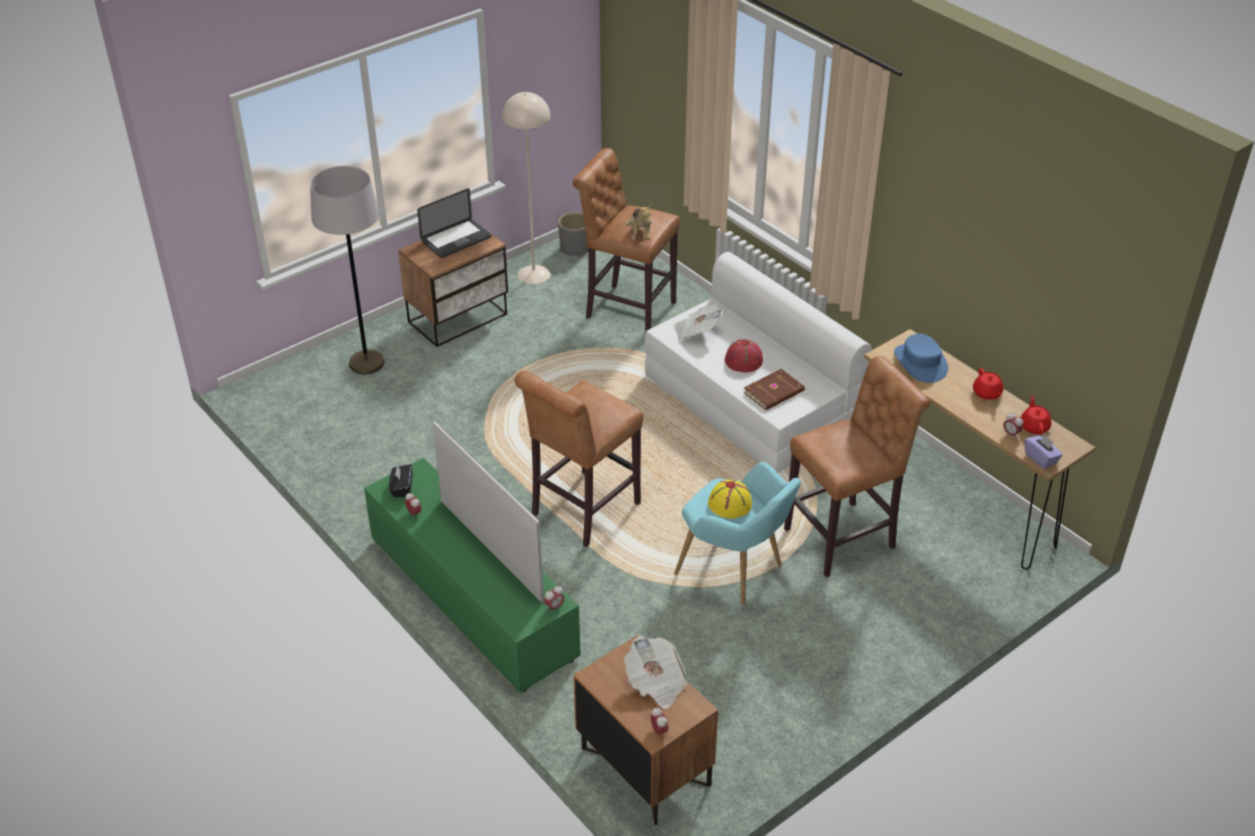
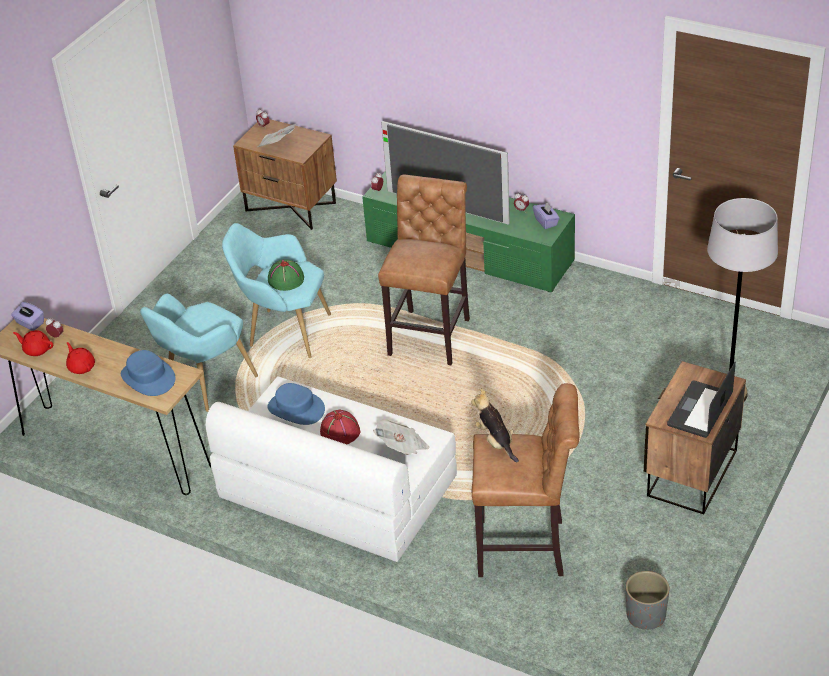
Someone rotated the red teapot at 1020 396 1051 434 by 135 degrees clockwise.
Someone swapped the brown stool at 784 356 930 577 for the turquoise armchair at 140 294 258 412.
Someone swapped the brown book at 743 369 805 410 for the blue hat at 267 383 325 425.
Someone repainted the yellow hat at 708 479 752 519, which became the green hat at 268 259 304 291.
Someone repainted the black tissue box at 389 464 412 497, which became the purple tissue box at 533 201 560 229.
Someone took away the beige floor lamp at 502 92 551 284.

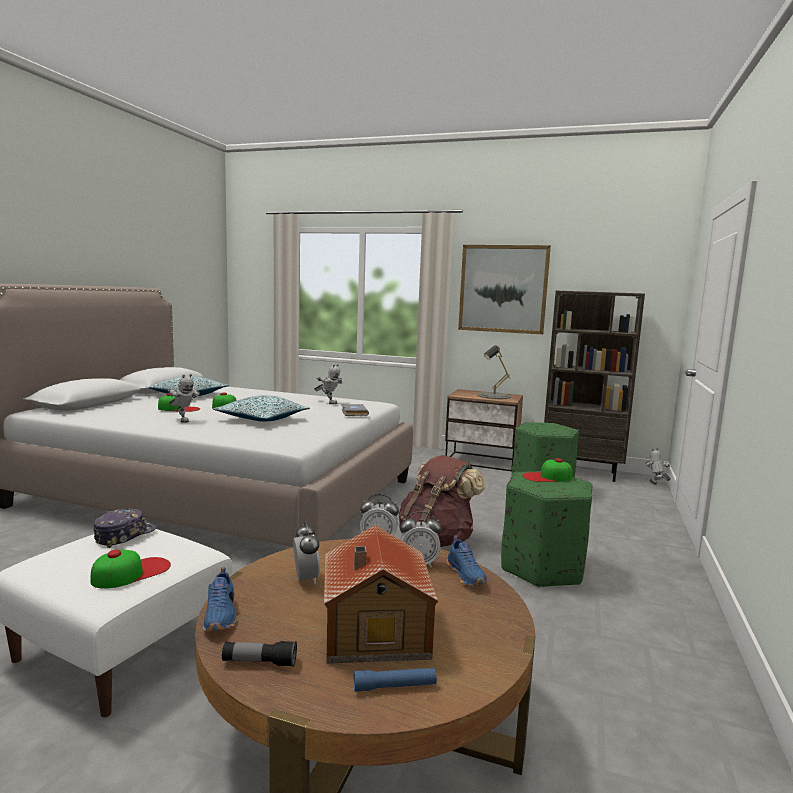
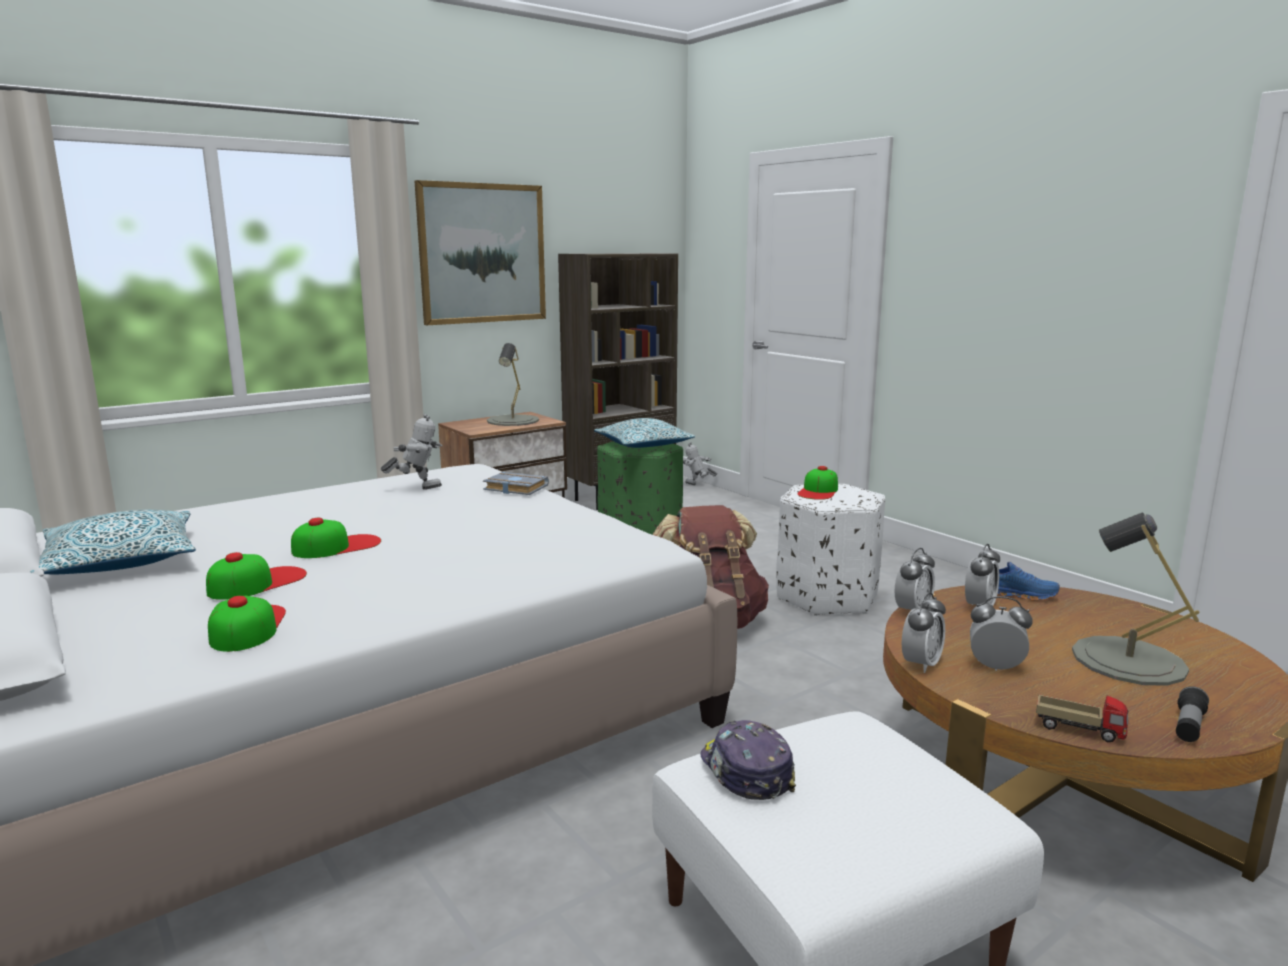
Someone carried the cap from 91 549 171 588 to 208 596 286 652.
Someone carried the pillow from 213 395 310 422 to 594 418 695 448.
Someone repainted the green ottoman at 501 471 592 588, which became the white ottoman at 776 484 885 616.
Someone put down the alarm clock at 902 592 946 673.
Someone swapped the blue shoe at 203 567 237 632 for the toy truck at 1036 695 1128 742.
Someone swapped the toy house at 324 525 438 664 for the grey table lamp at 1072 512 1200 686.
Someone took away the toy robot at 168 374 200 423.
Someone took away the blue flashlight at 354 668 437 692.

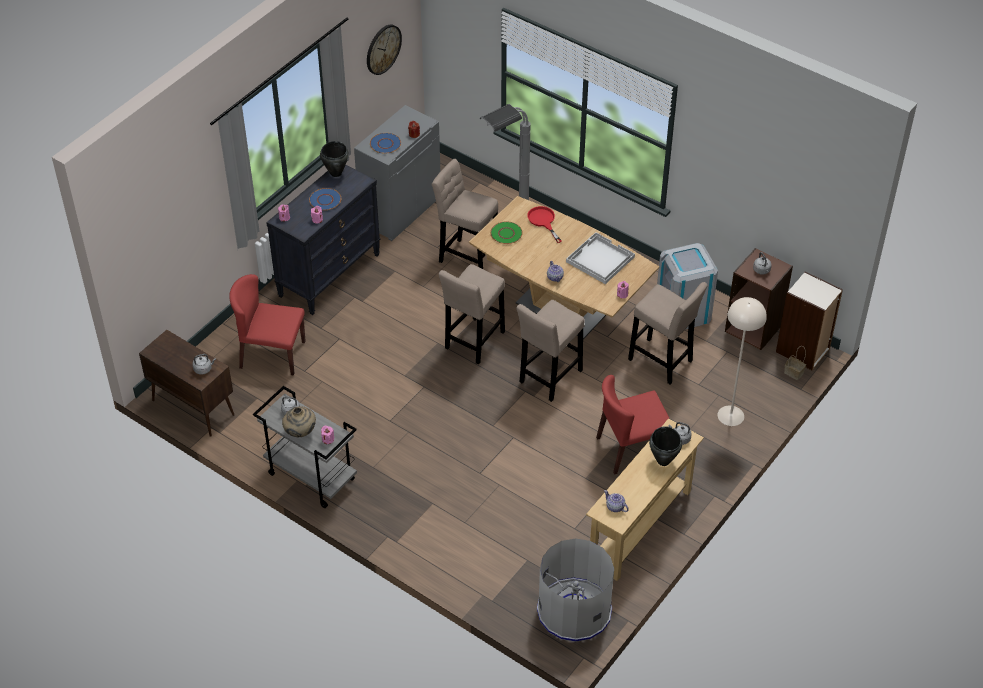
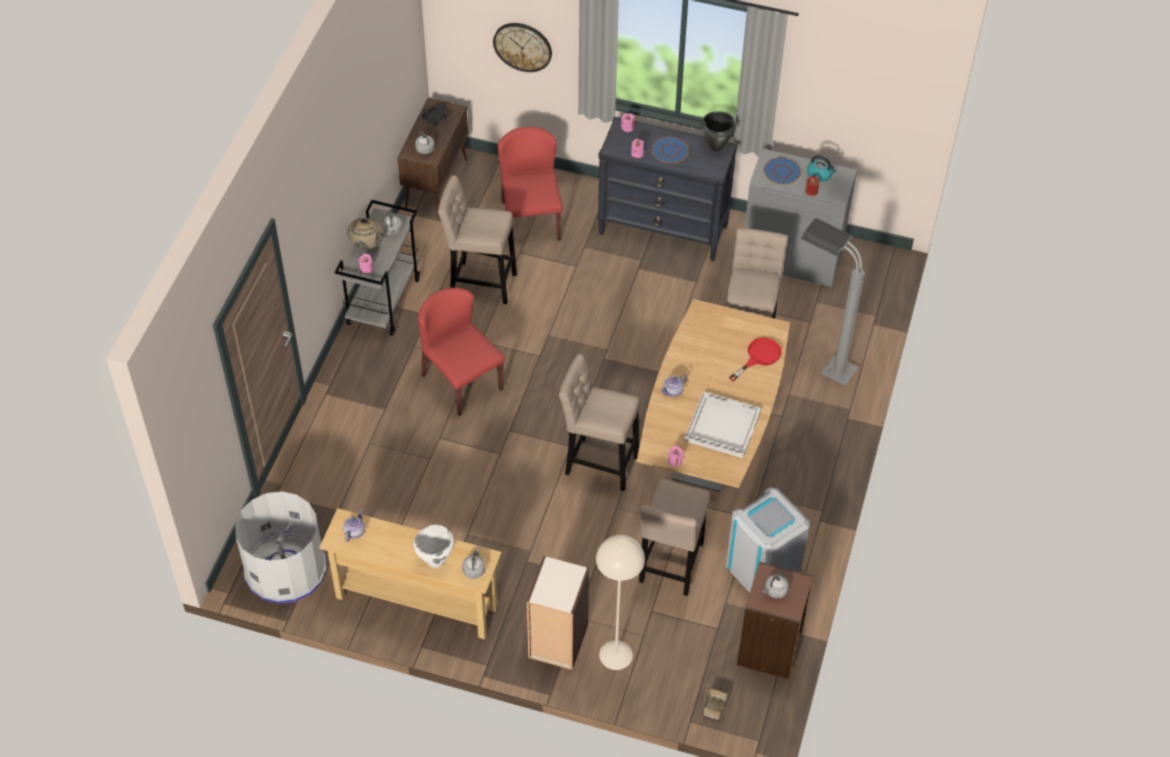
Someone repainted the black cooking pot at 649 426 682 466, which became the white cooking pot at 414 525 454 568.
Someone carried the red chair from 596 375 670 475 to 418 287 505 416.
Someone put down the black tray at 420 103 450 127.
Someone carried the beige stool from 439 264 505 365 to 438 175 517 304.
Someone carried the wall clock from 367 25 402 75 to 493 23 552 72.
Someone carried the bookcase from 776 271 843 370 to 527 556 589 670.
Someone put down the kettle at 807 155 837 182.
Someone took away the green plate at 490 221 523 244.

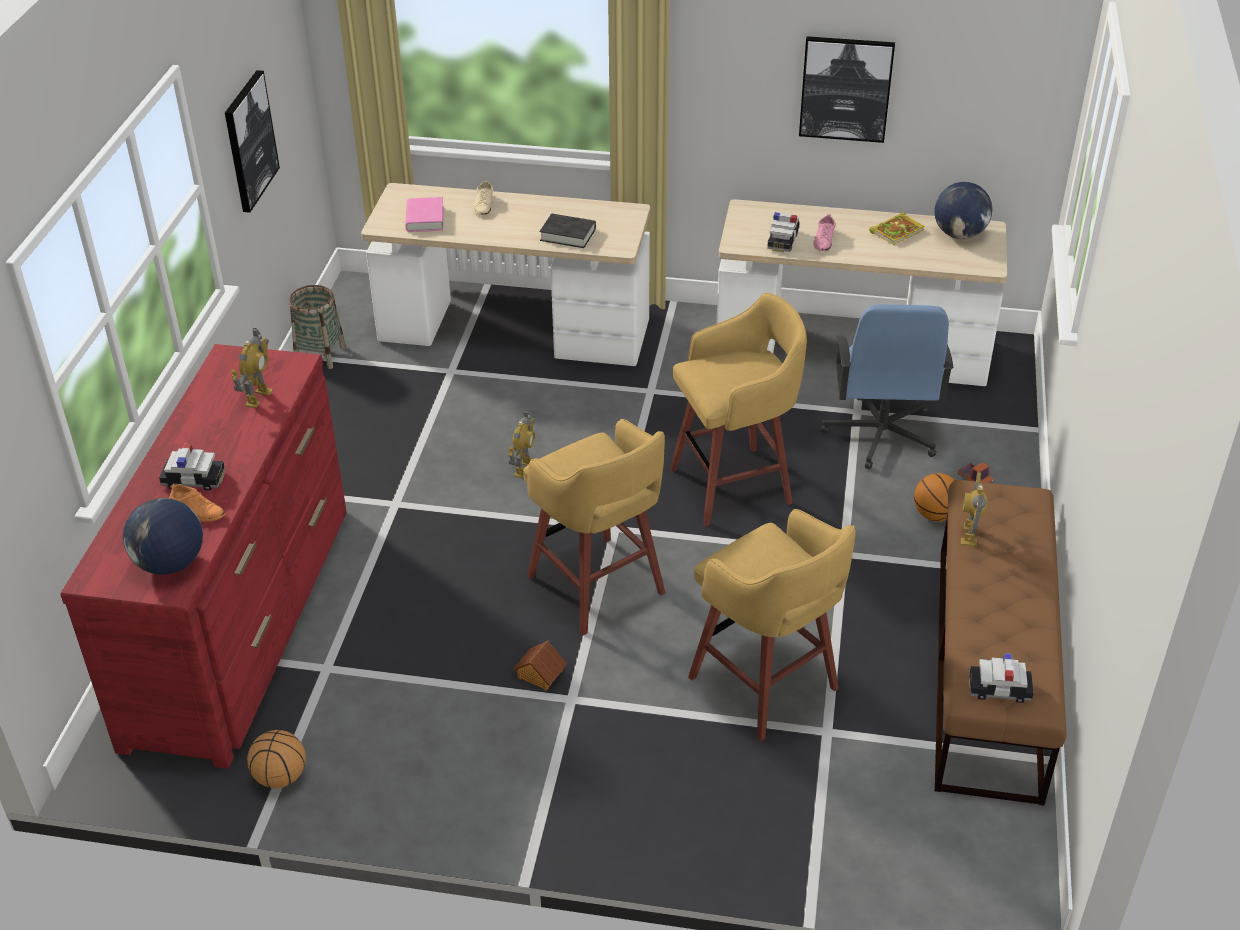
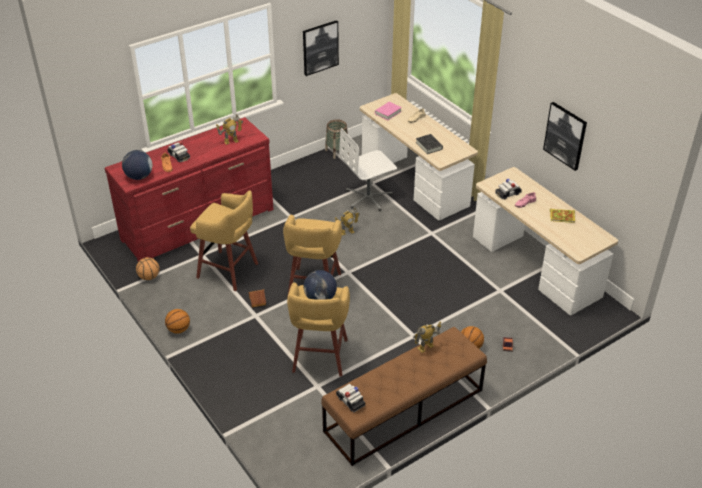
Someone put down the basketball at 165 309 190 334.
Someone carried the yellow stool from 670 293 807 526 to 190 190 258 291.
Someone carried the globe from 934 182 992 239 to 303 270 337 300.
Someone put down the white office chair at 339 128 397 211.
Someone took away the blue office chair at 821 305 954 469.

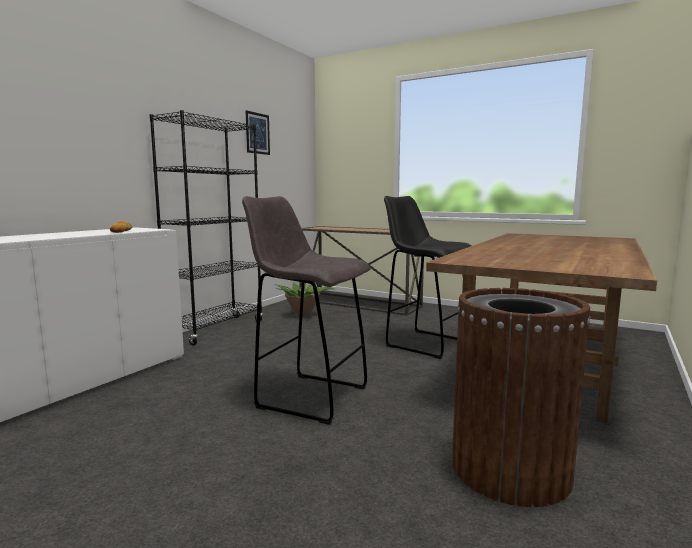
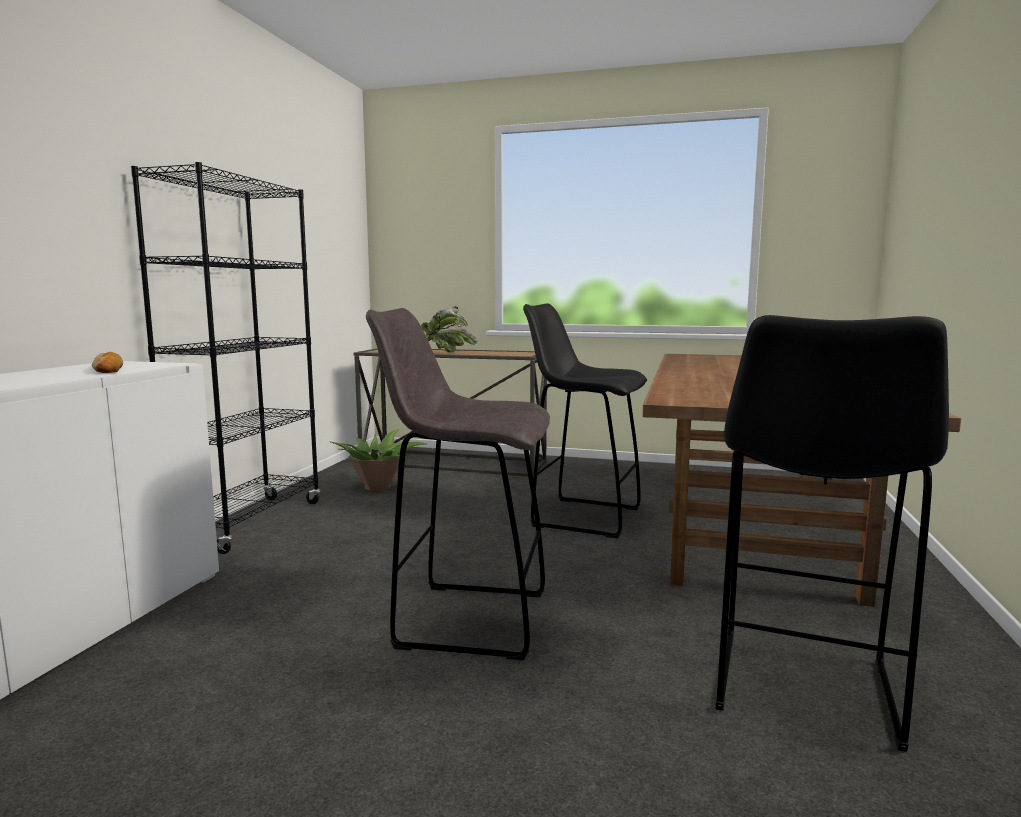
Someone put down the potted plant at 421 306 478 352.
Someone swapped the brown trash can at 452 288 590 507 for the black stool at 716 315 949 752.
Someone took away the picture at 246 110 270 155.

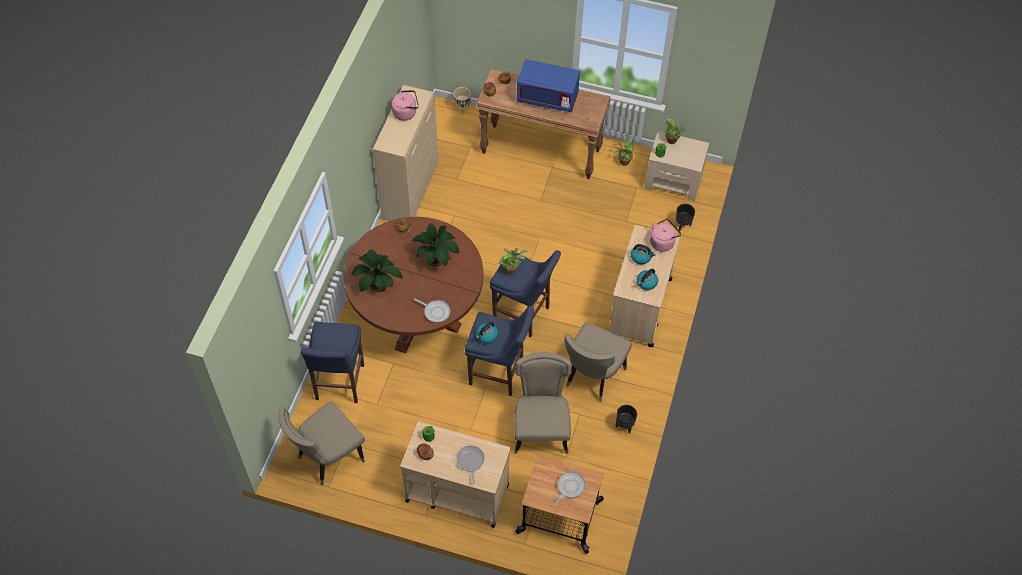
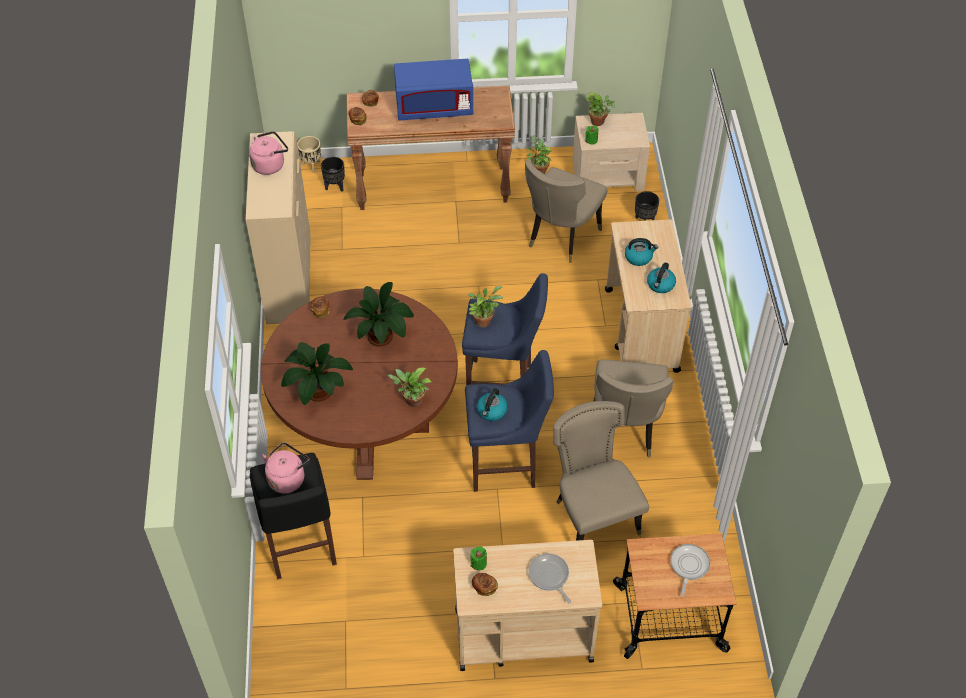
Someone repainted the blue stool at 301 322 364 403, which became the black stool at 250 453 337 579.
Someone carried the pink kettle from 650 219 681 252 to 262 442 309 493.
Someone carried the black planter from 616 405 637 433 to 321 157 345 192.
Someone swapped the frying pan at 414 298 451 323 for the potted plant at 387 368 432 407.
Someone carried the beige chair from 278 401 365 486 to 525 160 607 263.

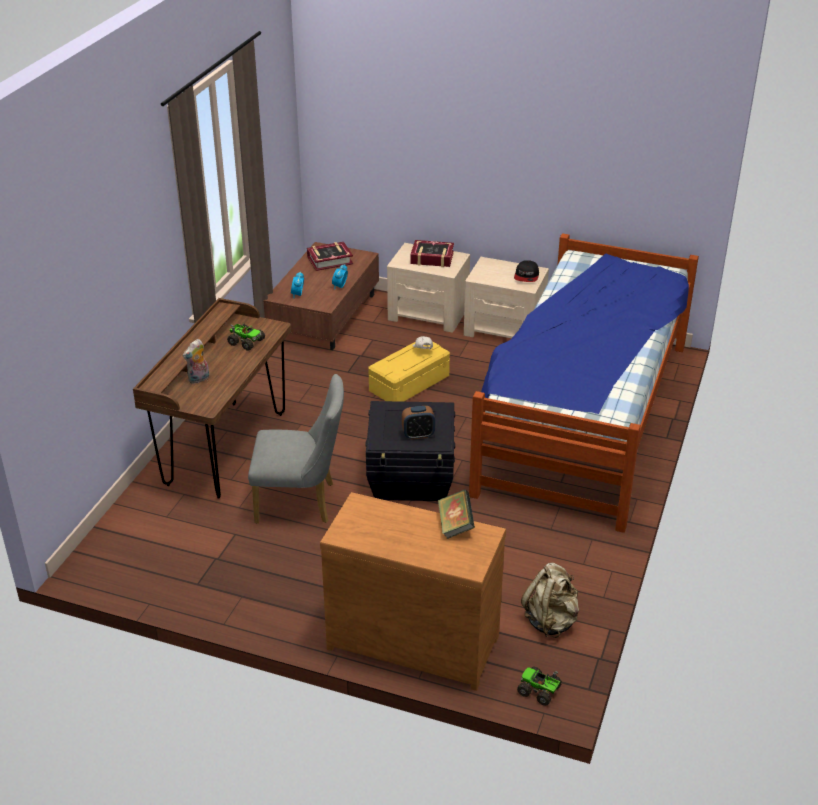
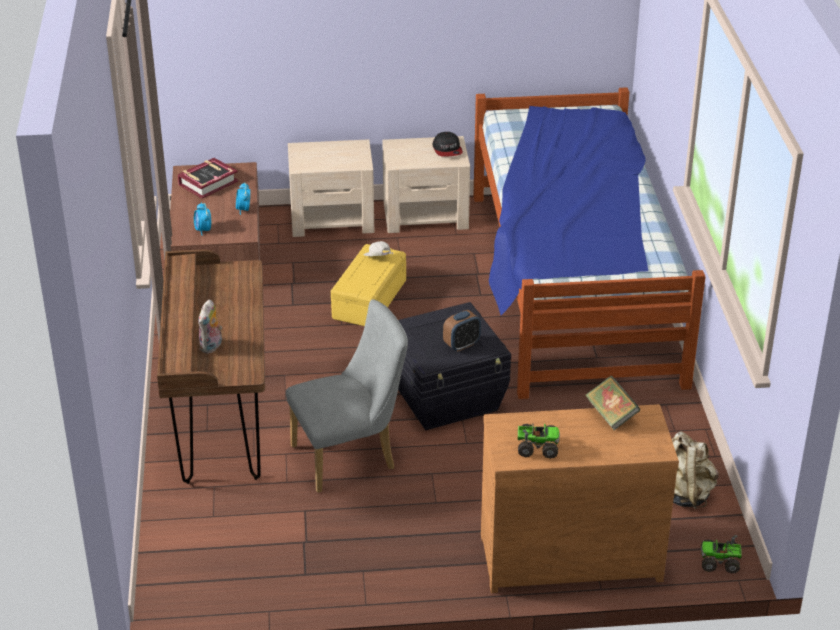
Someone carried the toy truck from 227 324 265 351 to 518 423 560 459.
Someone took away the book at 410 240 454 267.

